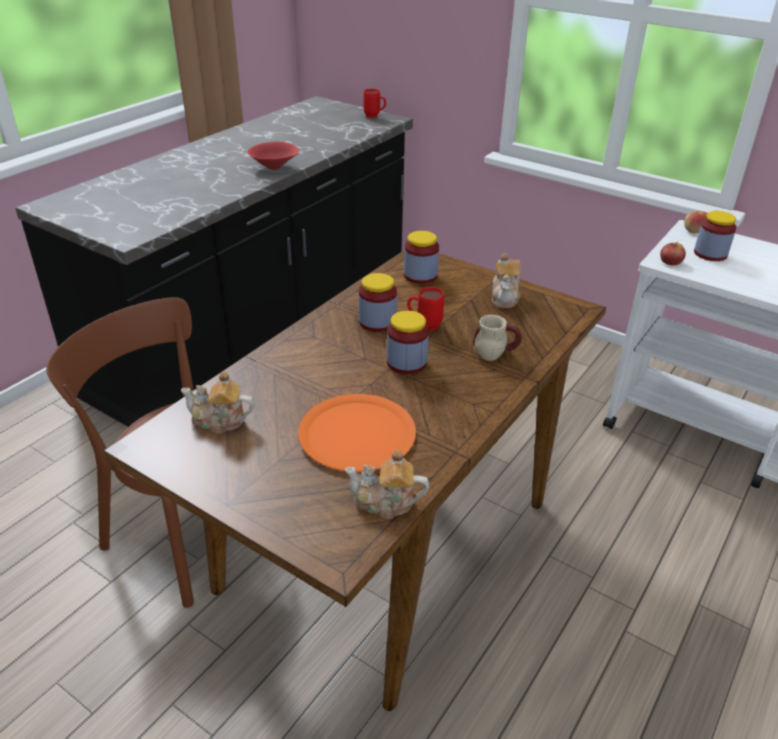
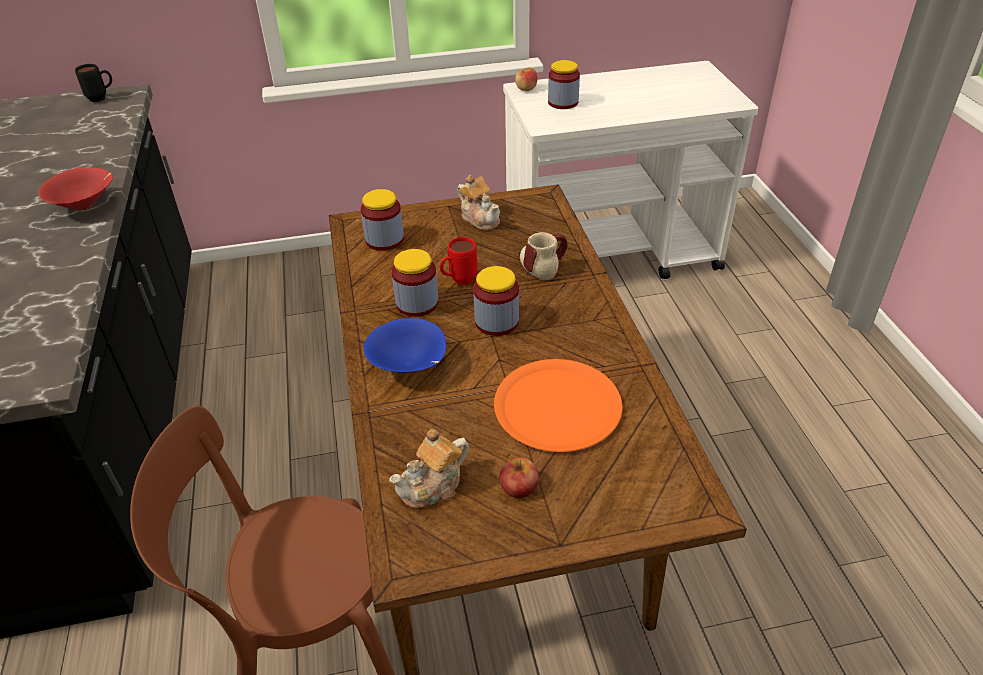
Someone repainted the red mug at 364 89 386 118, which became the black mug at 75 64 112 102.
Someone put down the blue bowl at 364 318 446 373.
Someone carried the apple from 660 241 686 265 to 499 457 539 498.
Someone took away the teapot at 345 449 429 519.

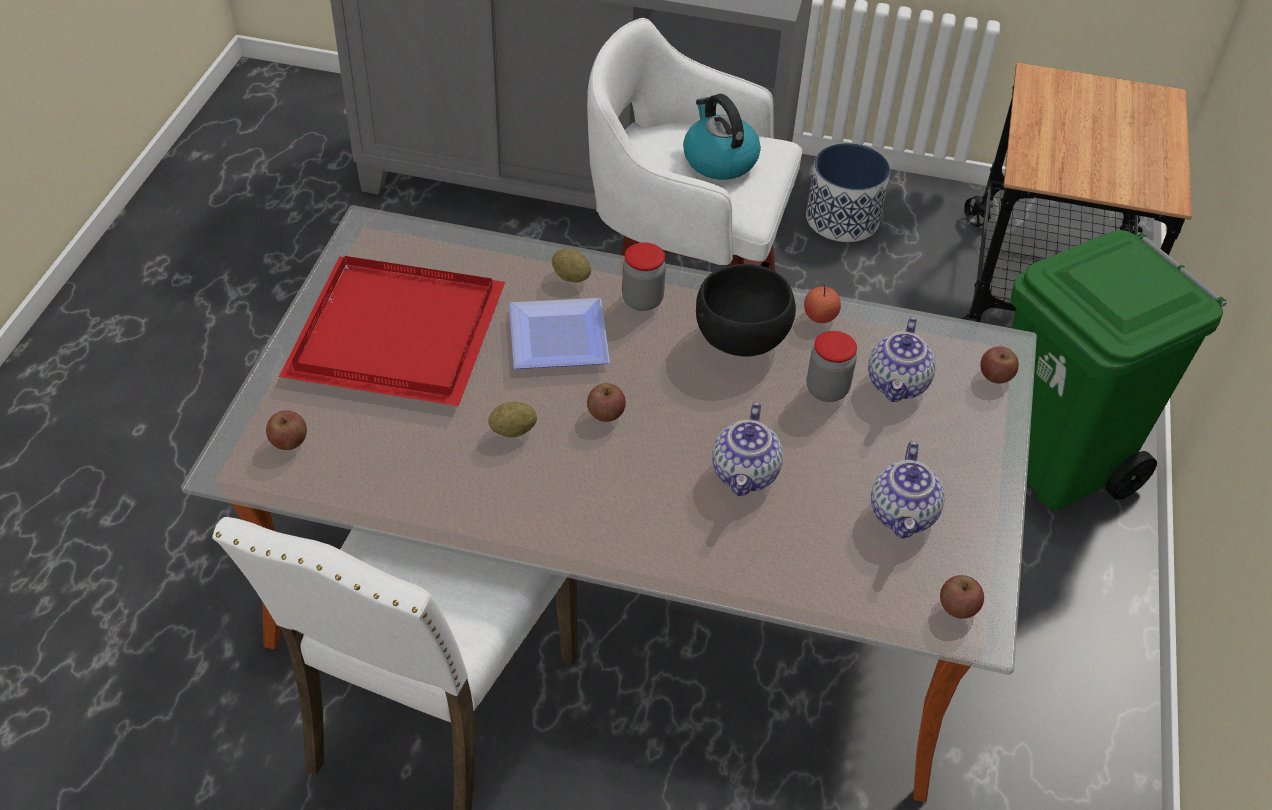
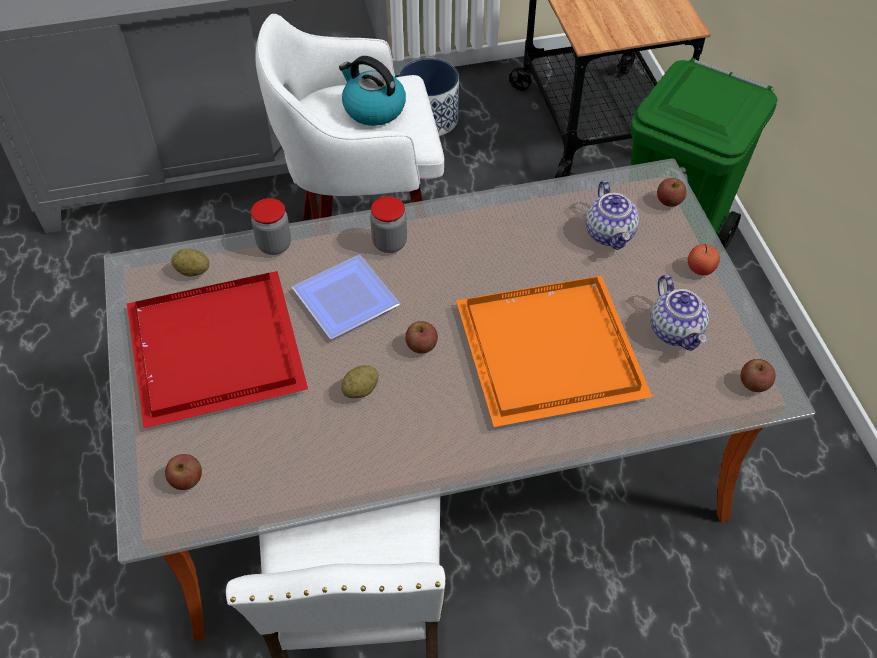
Someone carried the potato from 552 248 591 283 to 171 249 209 277.
Someone carried the jar from 807 331 857 402 to 251 198 291 255.
Someone swapped the teapot at 712 402 783 496 for the orange tray at 456 276 653 427.
Someone carried the apple from 804 284 841 323 to 688 244 720 275.
Someone took away the black bowl at 696 264 796 357.

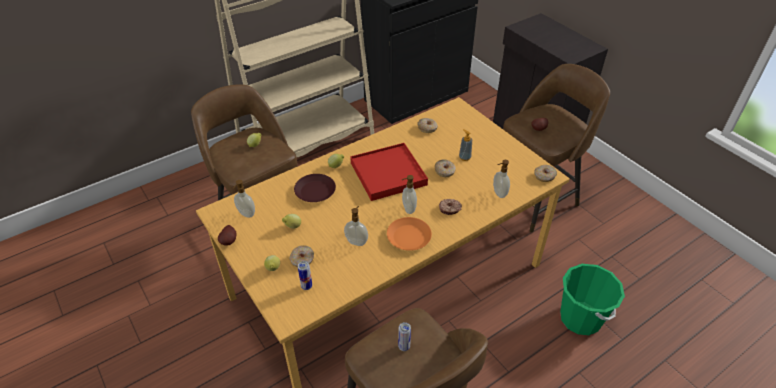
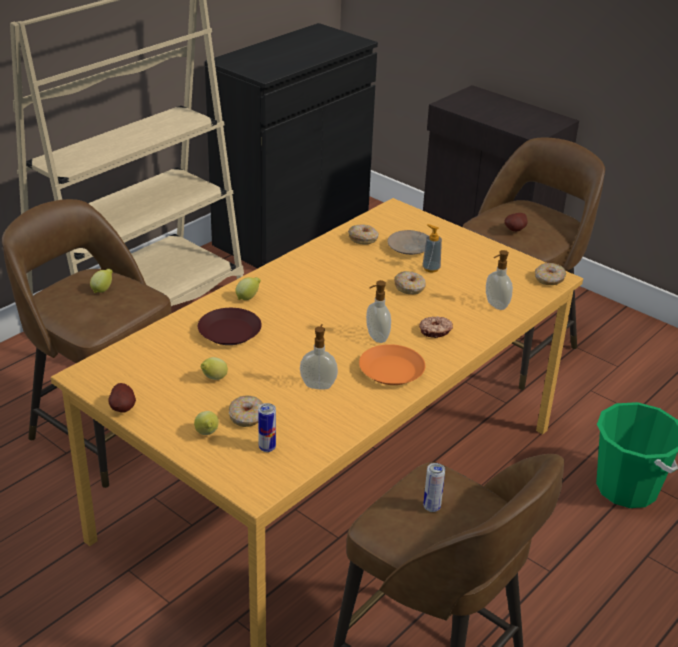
Someone put down the beige plate at 388 230 428 255.
Someone took away the soap dispenser at 233 180 255 218.
Someone took away the red tray at 350 143 428 201.

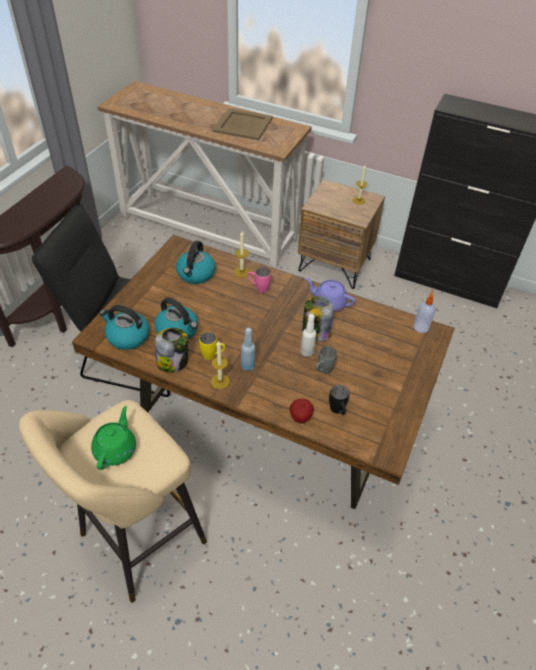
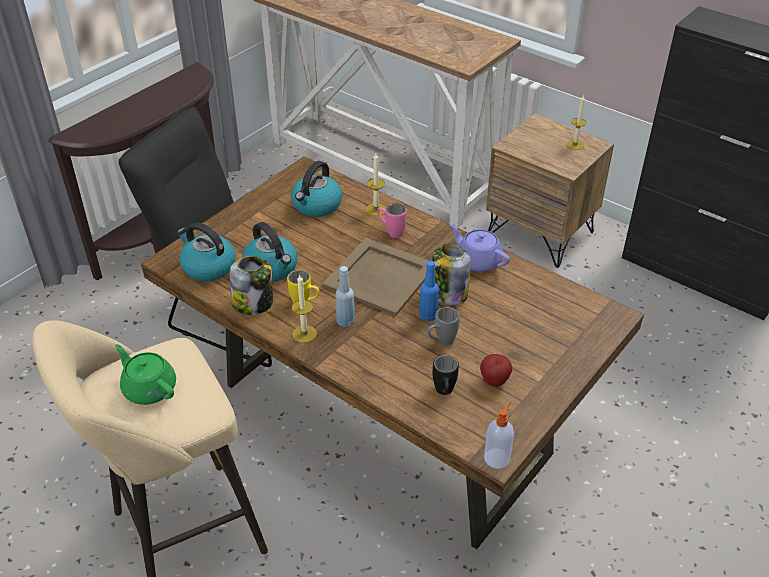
Someone rotated the green teapot at 91 406 136 470 by 75 degrees counterclockwise.
Someone carried the beige tray from 213 108 273 141 to 322 238 429 316.
Someone repainted the white bottle at 301 314 316 357, which became the blue bottle at 419 261 439 321.
Someone carried the apple from 289 399 314 423 to 480 354 512 387.
Someone carried the soap dispenser from 414 289 435 333 to 484 402 514 469.

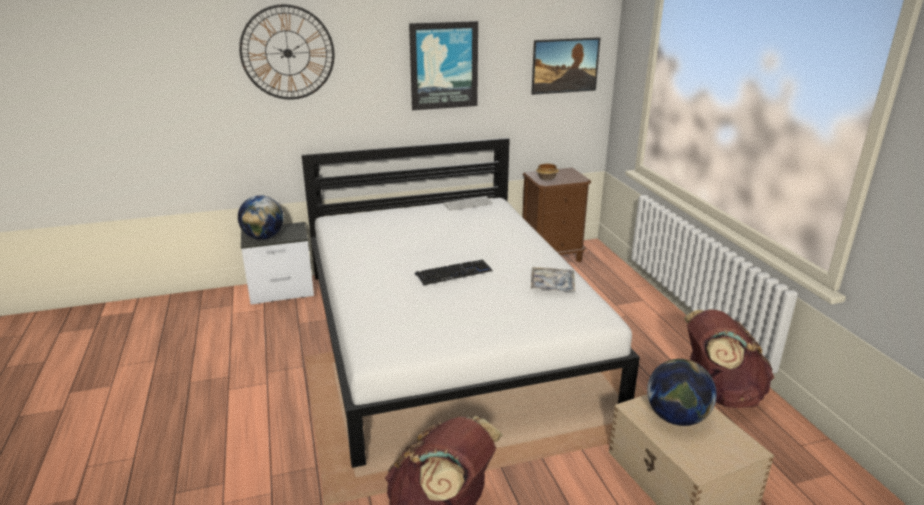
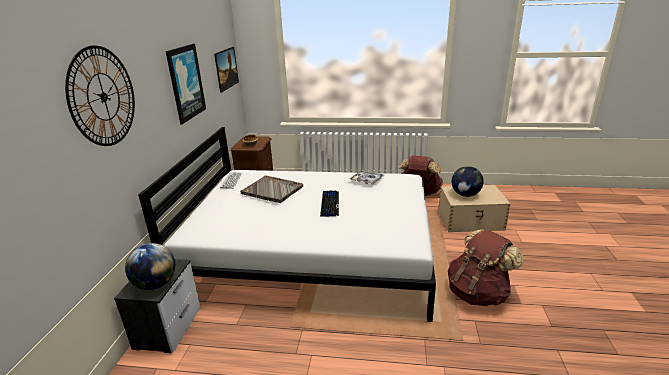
Someone put down the grey tray at 240 176 303 203.

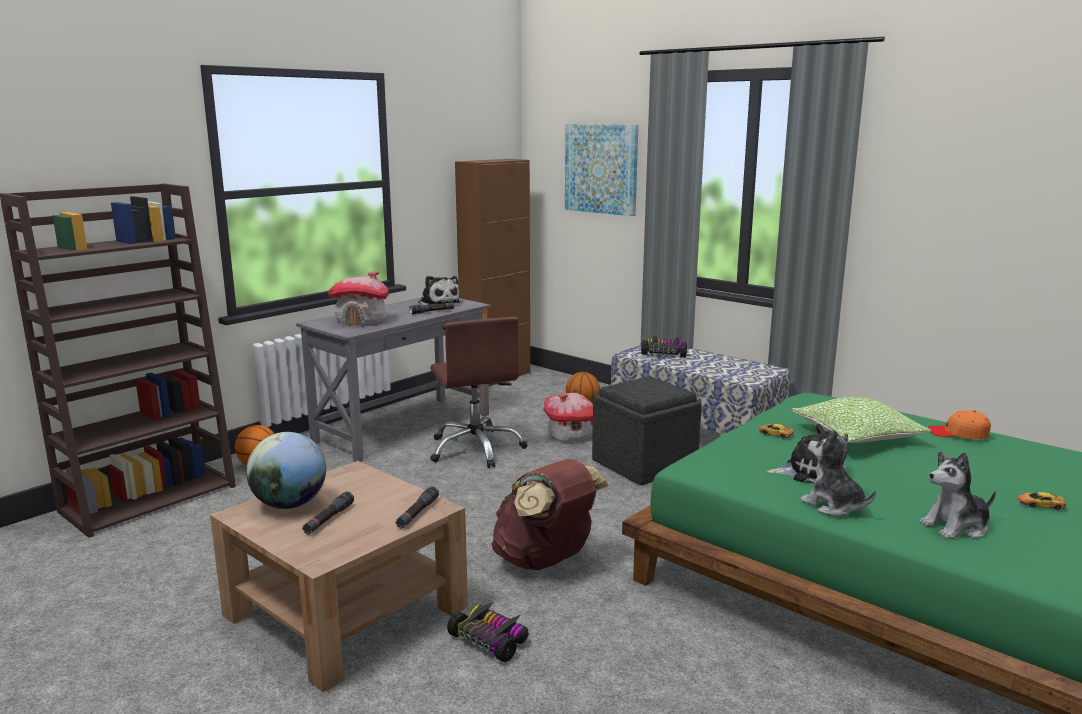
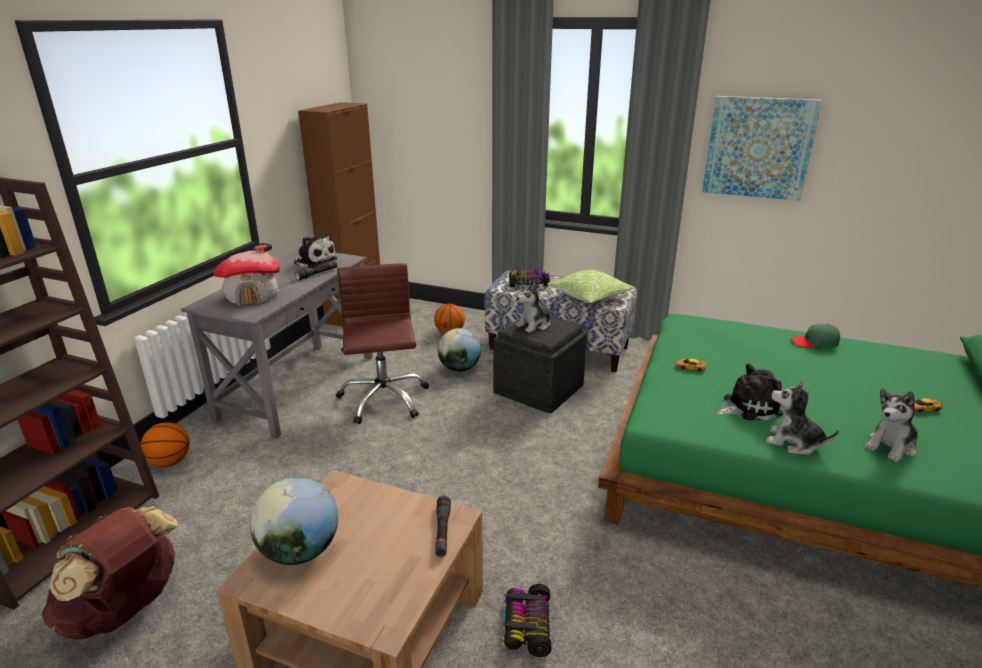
Someone carried the brown backpack from 492 459 609 570 to 41 506 178 640.
Someone rotated the brown office chair at 430 317 528 468 by 150 degrees counterclockwise.
Someone swapped the toy house at 543 392 593 442 for the globe at 437 328 481 372.
Someone rotated the toy car at 447 602 529 662 by 105 degrees counterclockwise.
Someone put down the plush toy at 515 283 554 333.
Someone carried the pillow from 791 397 932 443 to 547 270 635 303.
Someone carried the picture from 565 124 638 216 to 702 96 822 201.
Someone repainted the orange cap at 928 410 991 439, which became the green cap at 791 324 840 348.
Someone took away the black flashlight at 302 492 354 534.

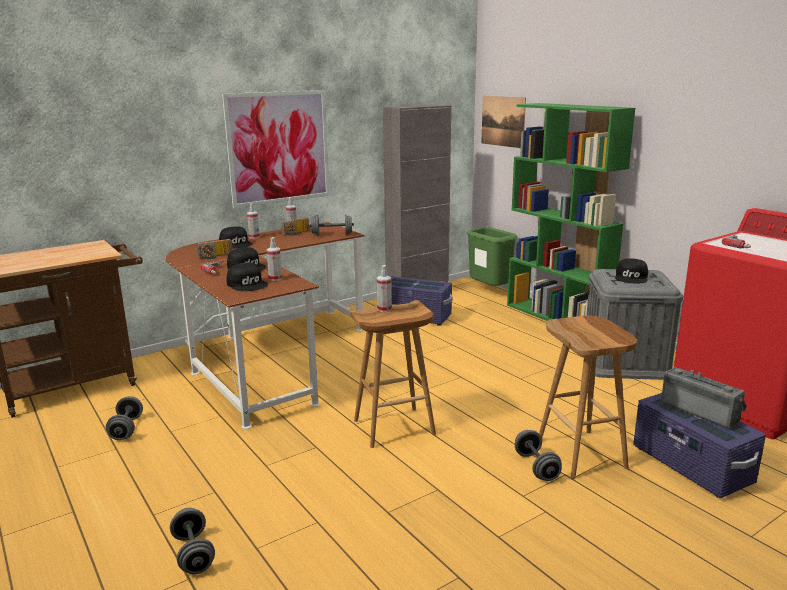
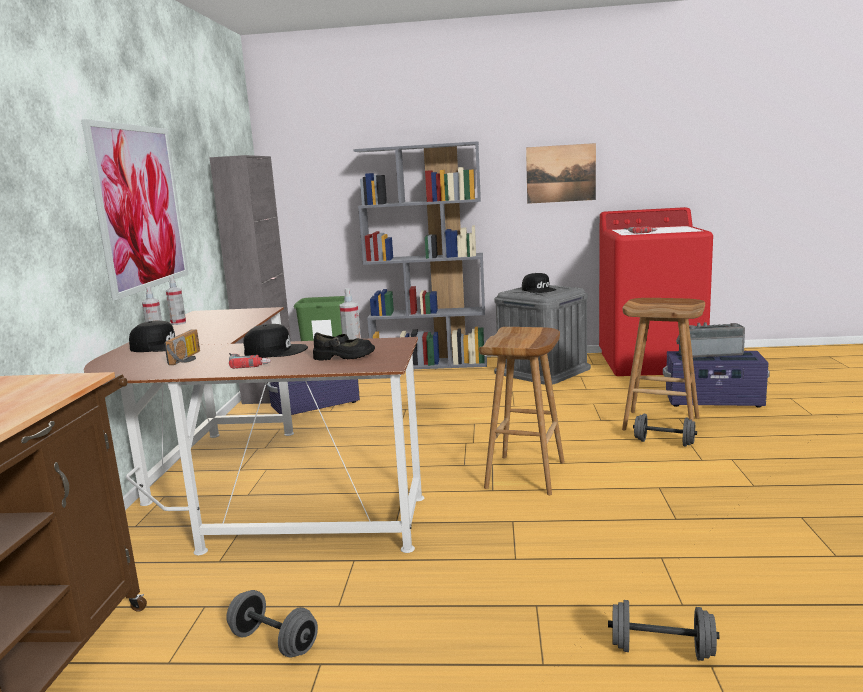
Someone swapped the black cap at 227 263 268 291 for the black shoe at 313 332 375 360.
Someone repainted the green bookcase at 507 103 635 321, which became the grey bookcase at 353 141 487 369.
Someone carried the picture from 481 96 526 148 to 526 143 596 204.
Someone took away the radio at 281 218 309 236.
Someone took away the grey dumbbell at 310 214 354 236.
Someone took away the spray bottle at 377 265 392 312.

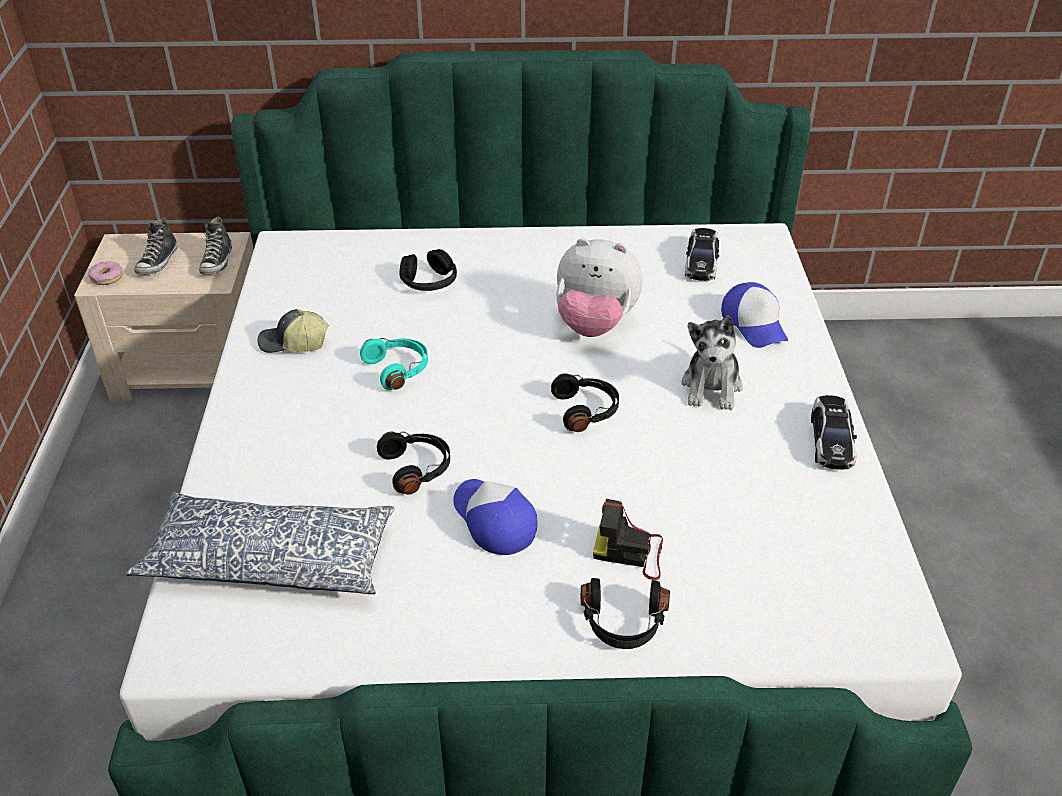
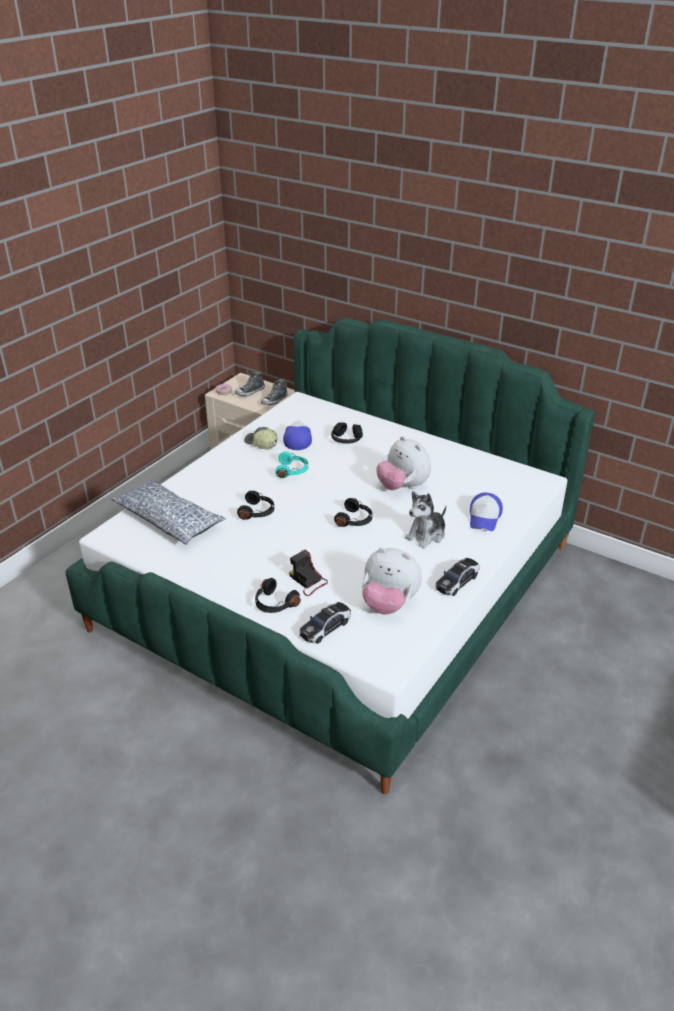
Someone carried the cap from 453 479 537 555 to 283 420 312 450.
Someone carried the toy car from 685 228 719 281 to 300 602 351 644.
Someone put down the plush toy at 362 548 422 614.

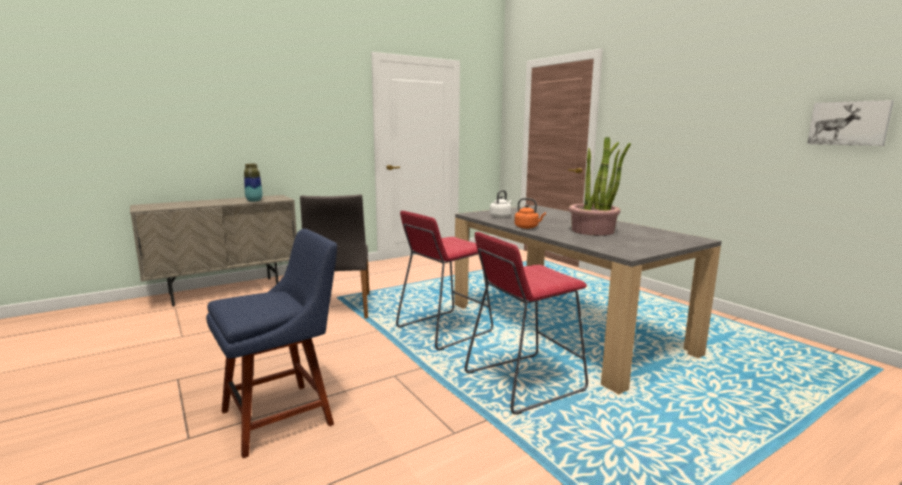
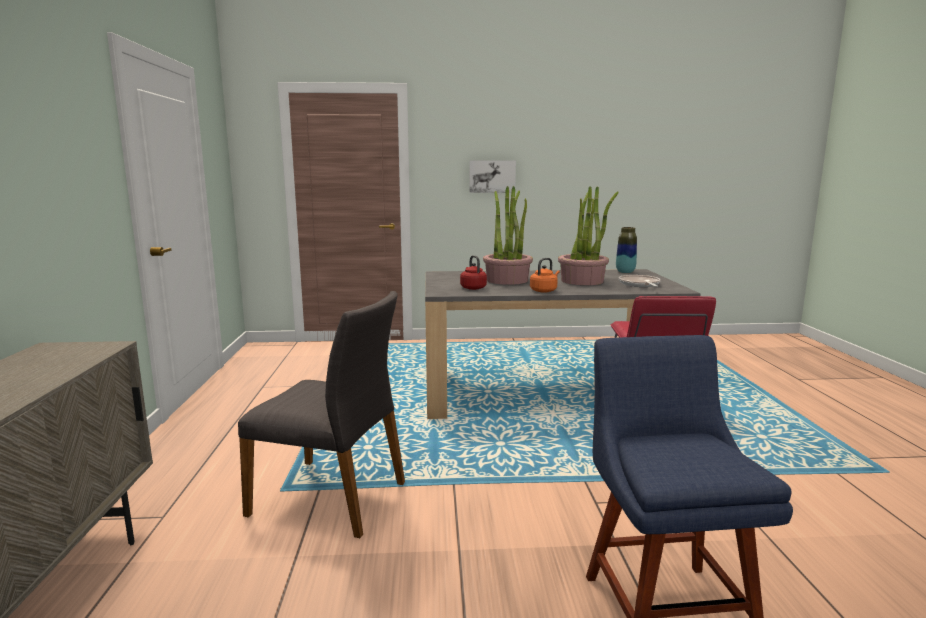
Someone repainted the white kettle at 490 190 512 218, which became the red kettle at 460 255 487 290.
Someone carried the picture from 807 100 894 146 to 469 160 516 193.
Someone put down the potted plant at 483 186 533 285.
Someone carried the vase from 244 164 263 202 to 616 227 637 273.
Someone put down the frying pan at 619 275 661 287.
Someone took away the red stool at 396 211 493 350.

